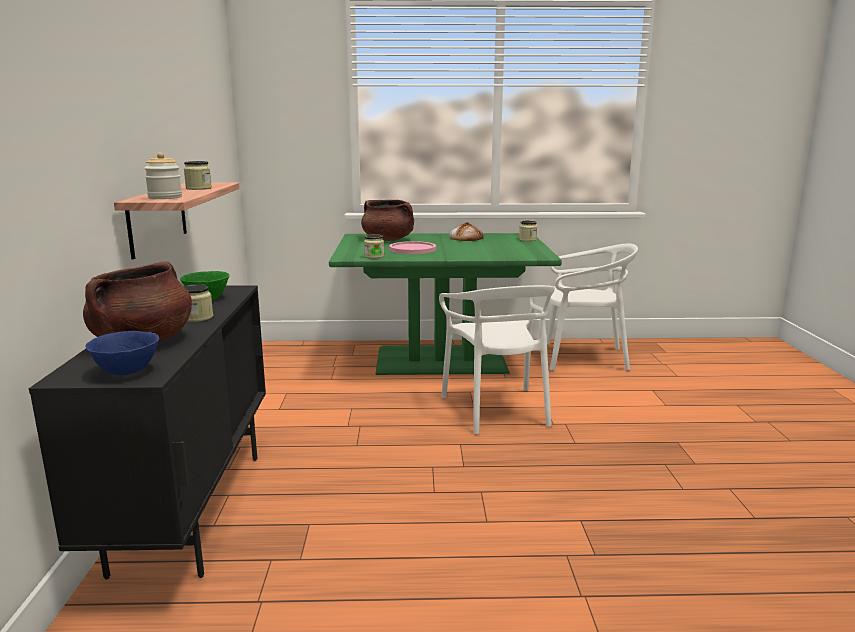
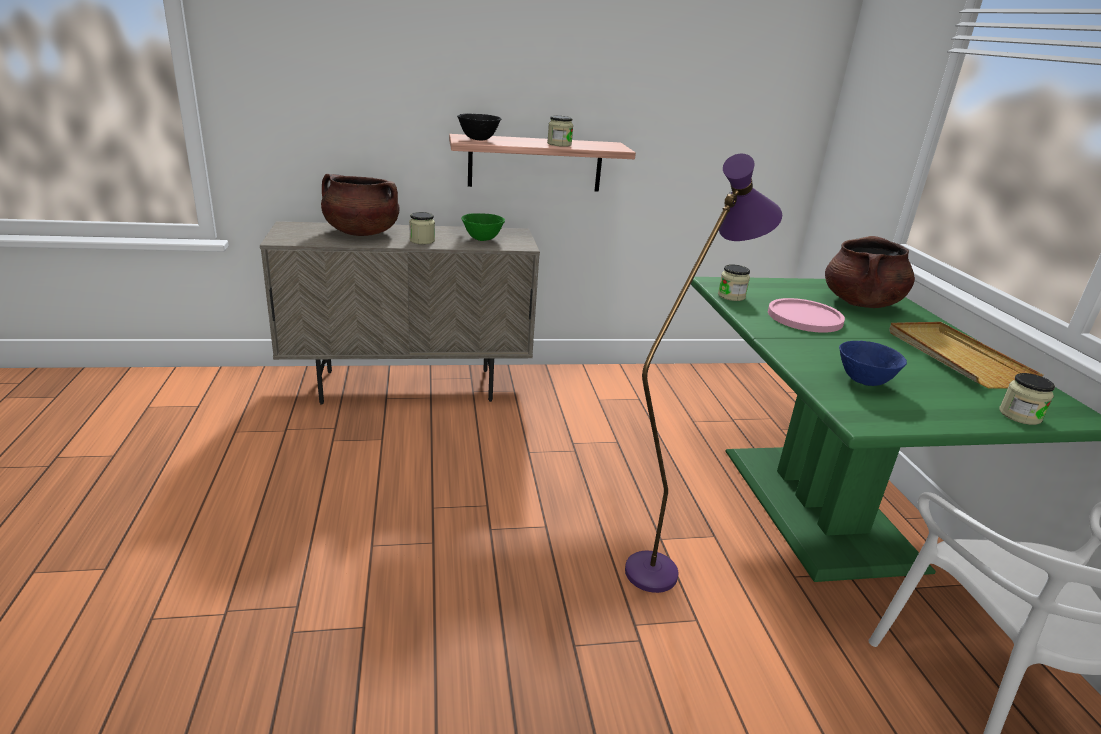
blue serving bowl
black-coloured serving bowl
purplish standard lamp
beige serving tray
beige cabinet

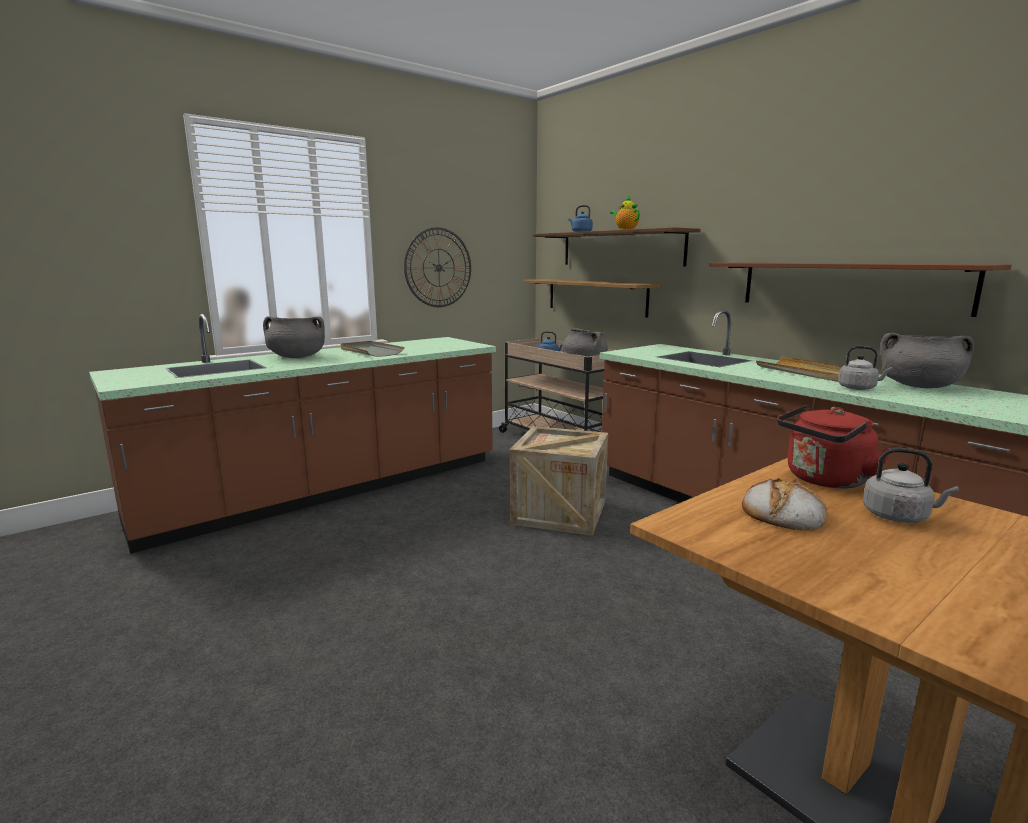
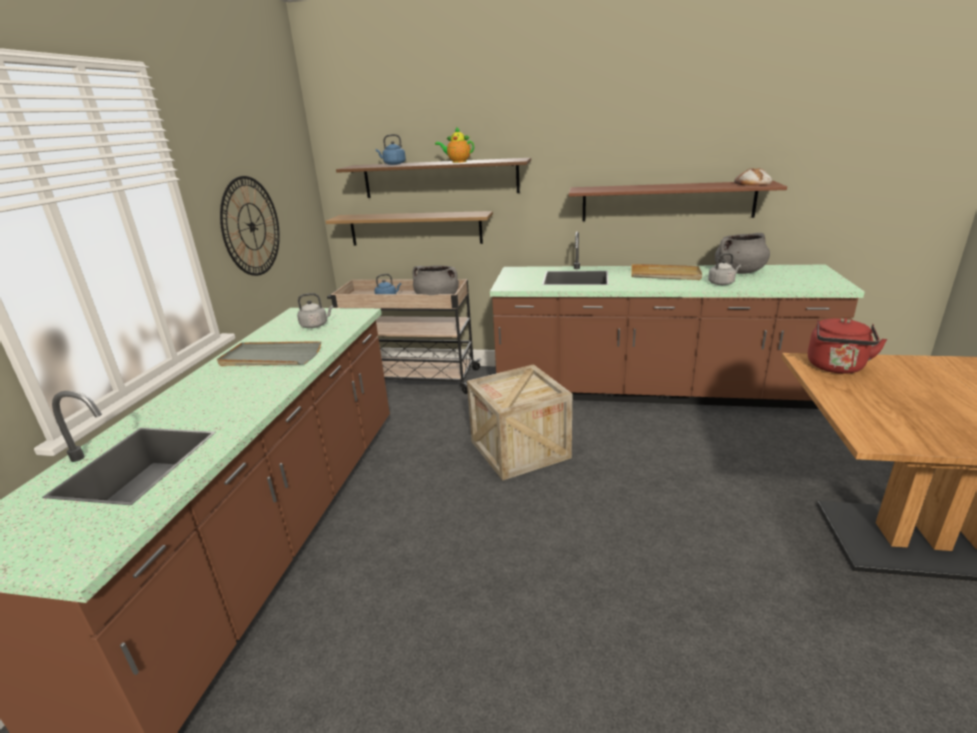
grey saucepot (no. 1 from left in the first image)
baked bread
grey water kettle (no. 1 from left)

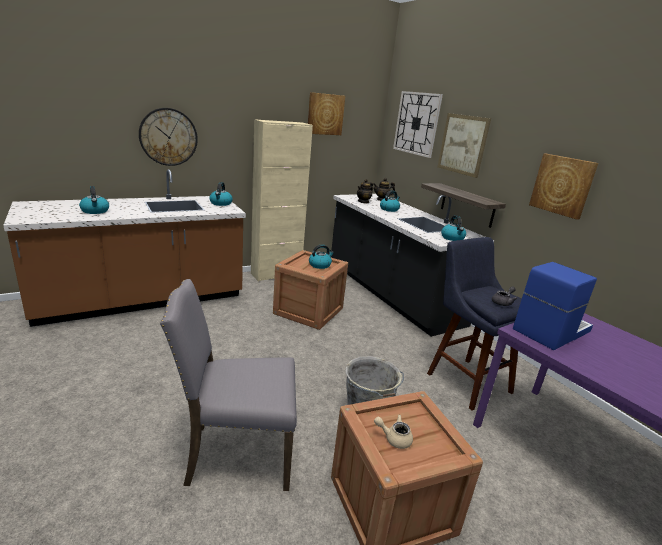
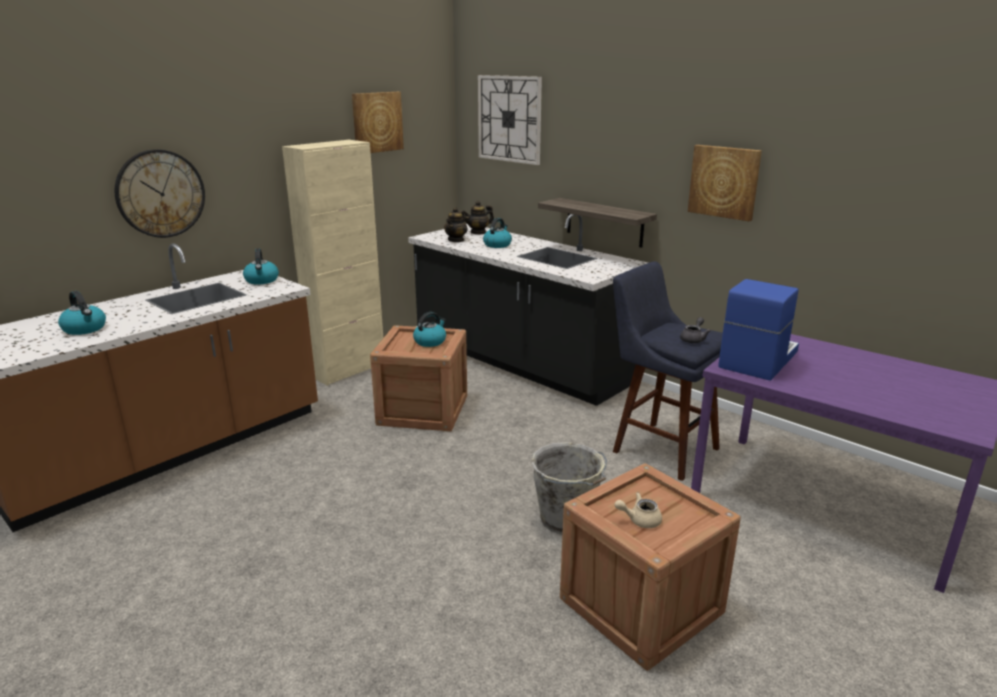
grey chair
picture (no. 2 from left in the first image)
water kettle (no. 5 from left in the first image)

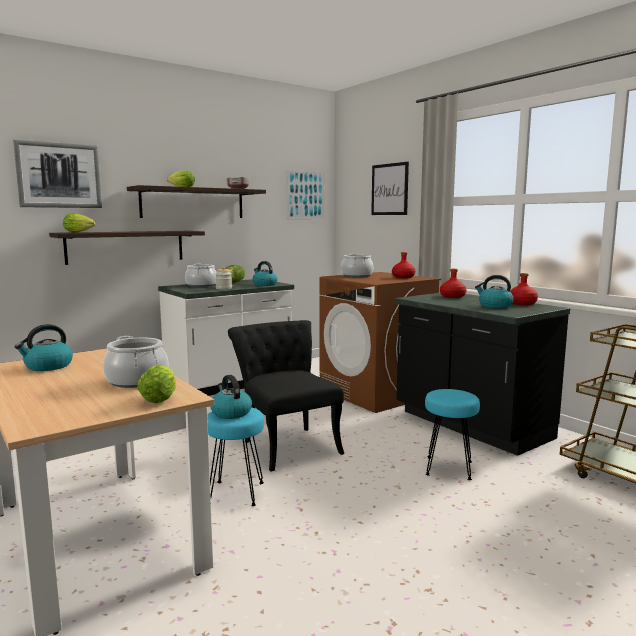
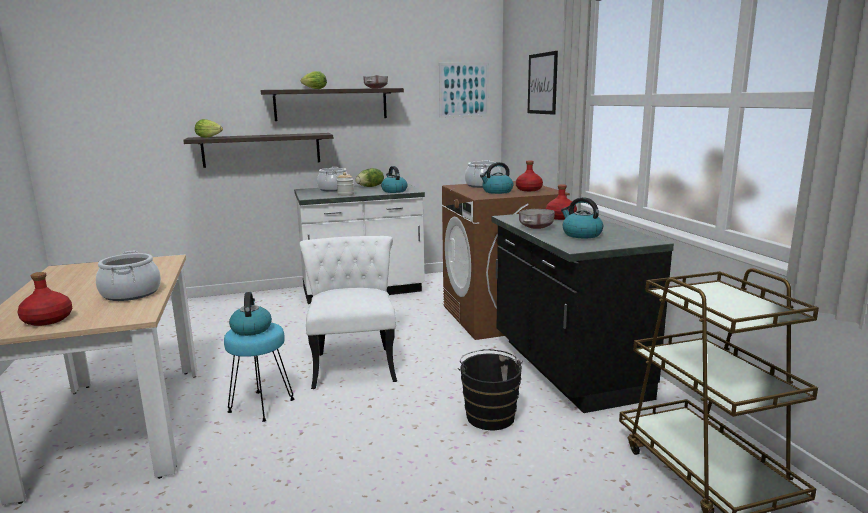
picture (no. 1 from left in the first image)
head of lettuce (no. 2 from left in the first image)
grey serving bowl (no. 2 from left)
water kettle (no. 3 from left)
reddish drink bottle (no. 1 from left)
black-coloured bucket
whitish chair

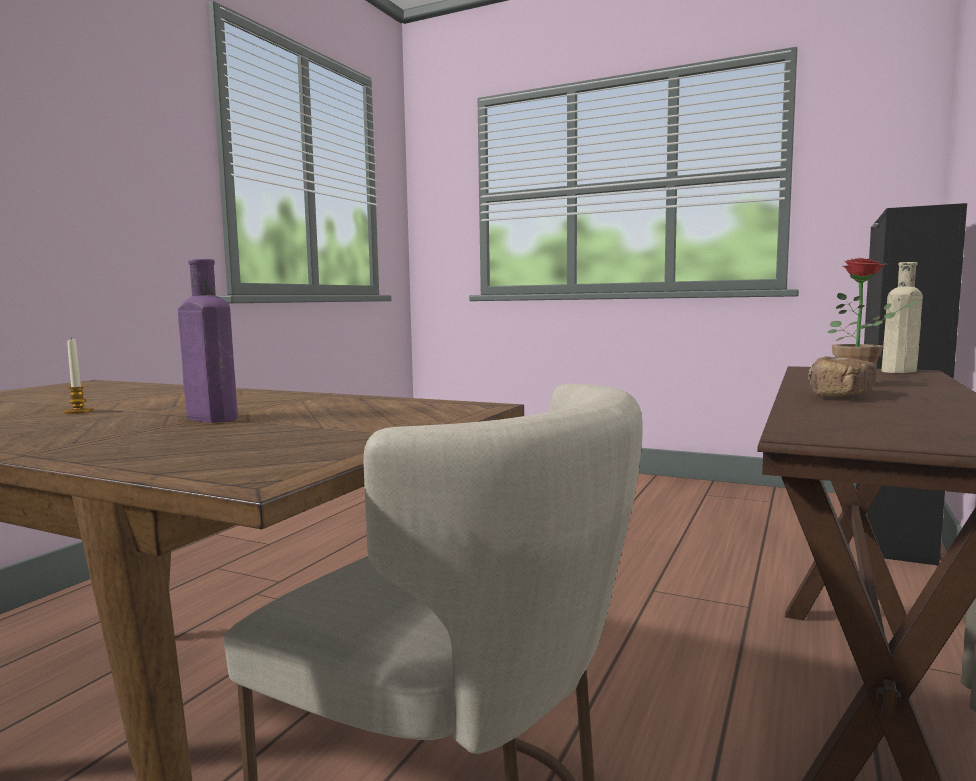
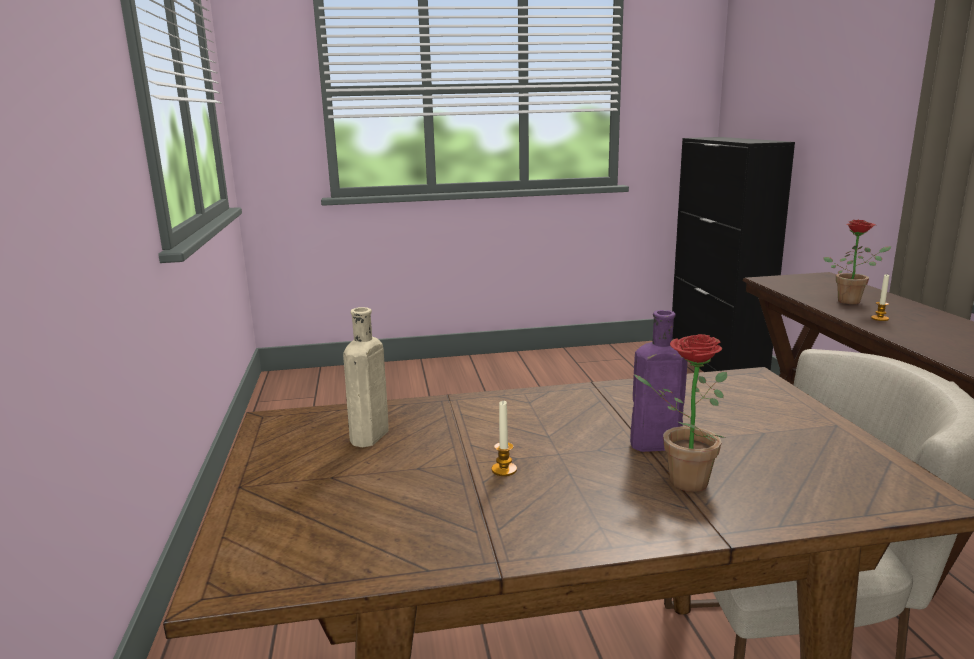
plant in a pot (no. 1 from left)
beige drink bottle
wax light (no. 2 from left)

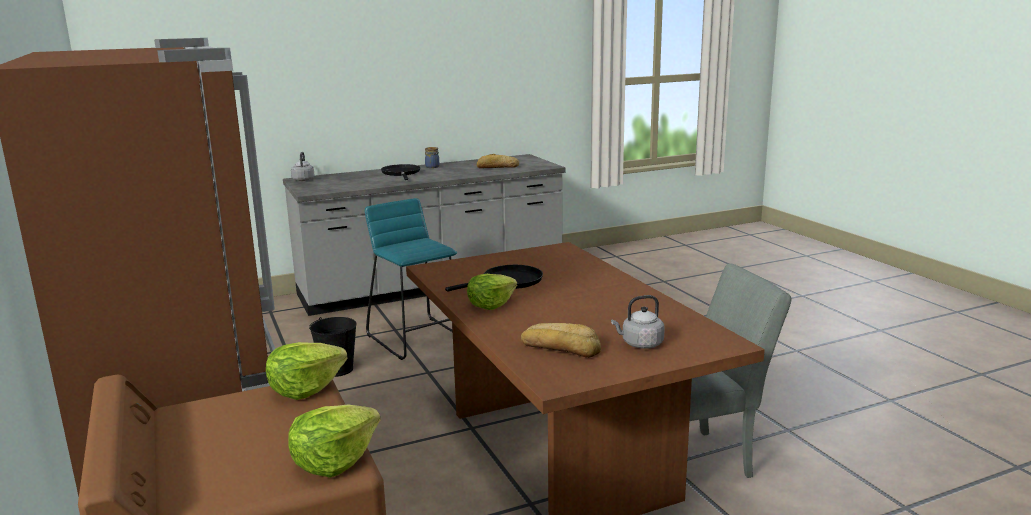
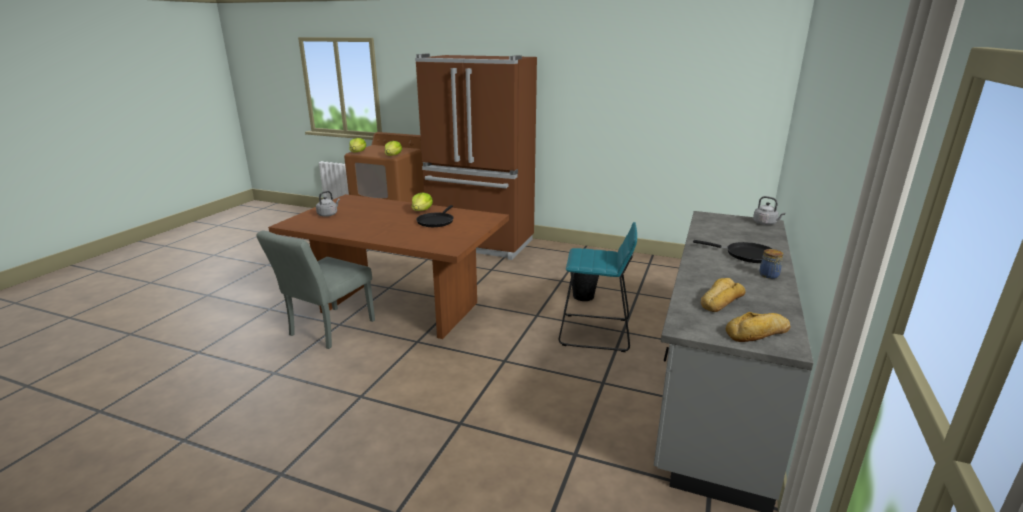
baked bread (no. 2 from left)

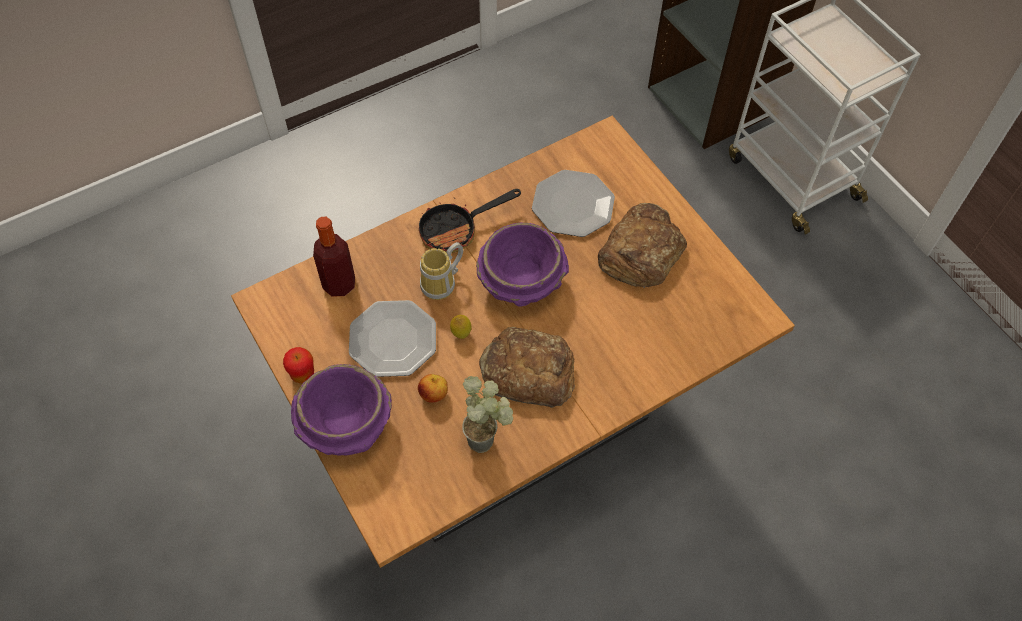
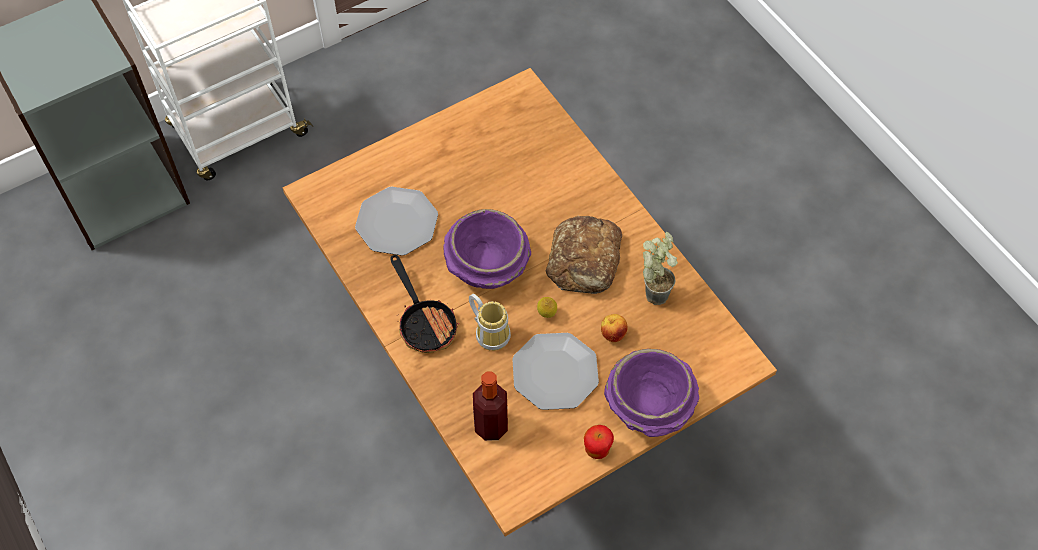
baked bread (no. 2 from left in the first image)

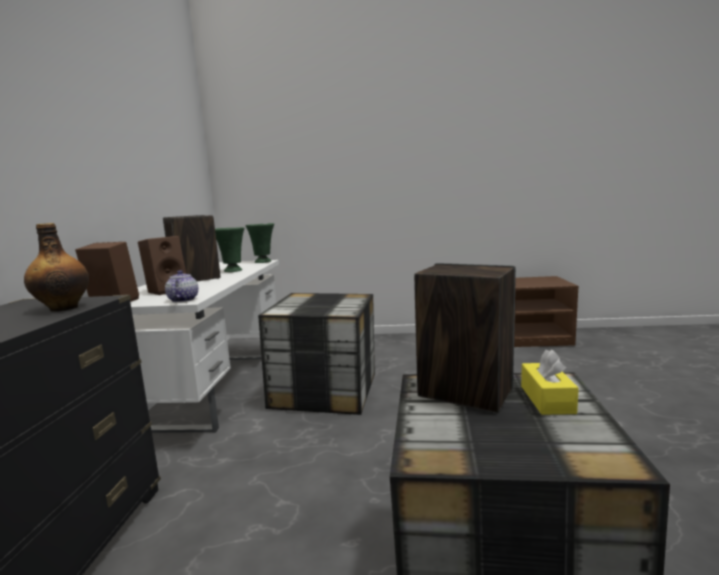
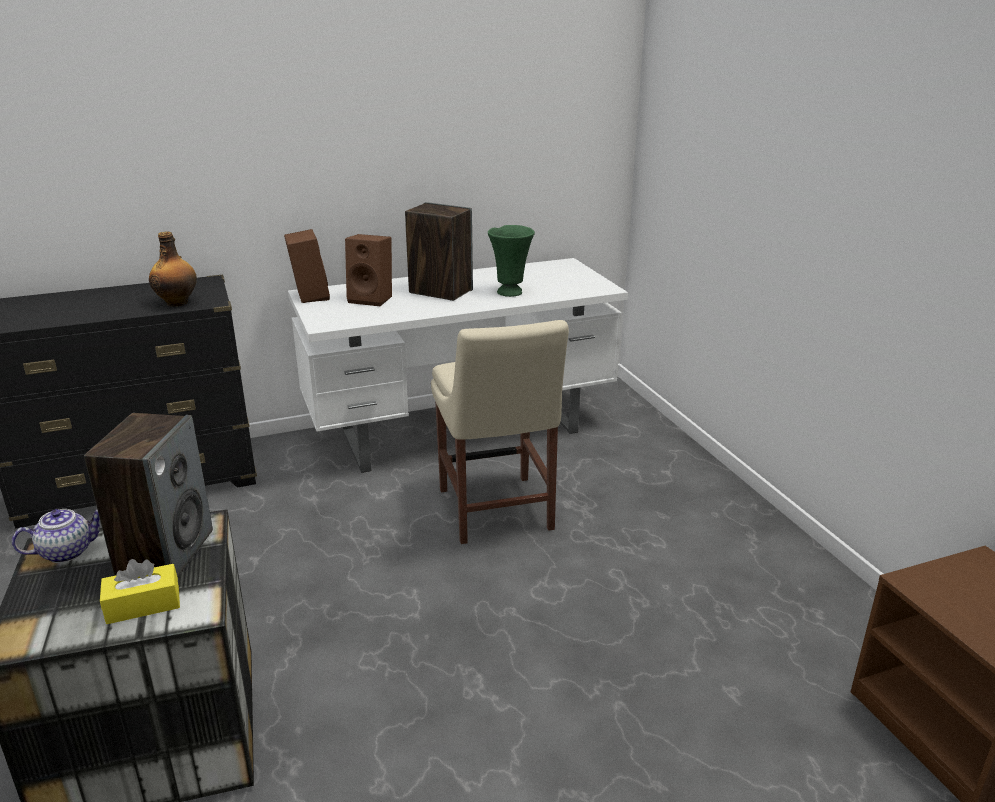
green-coloured decorative vase (no. 2 from left in the first image)
pot for tea
beige chair

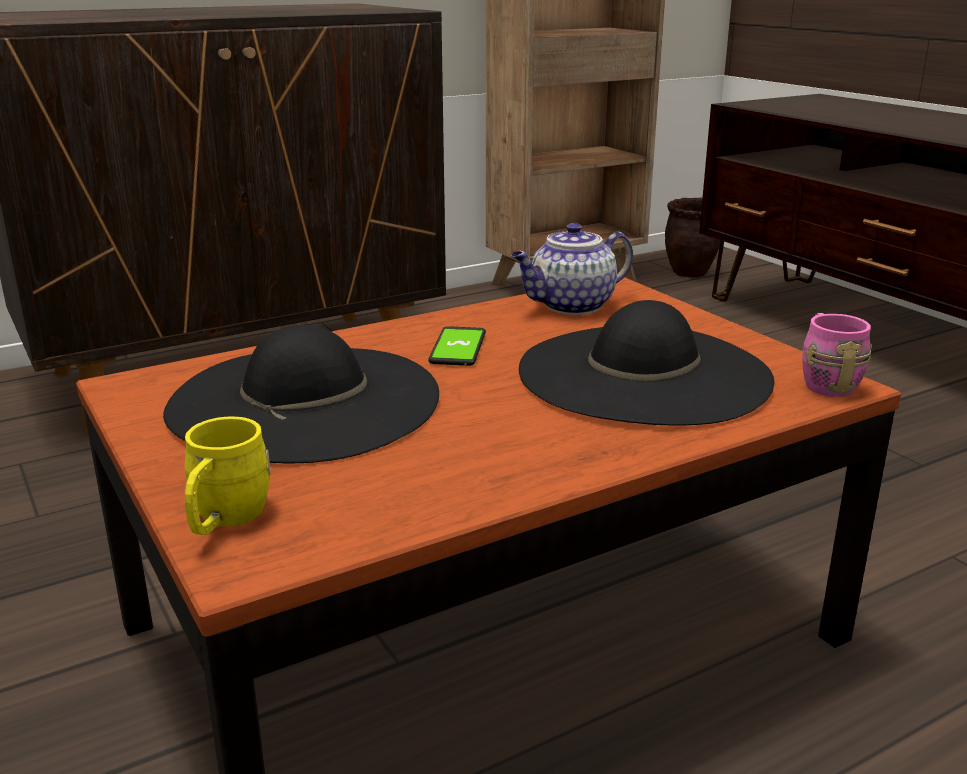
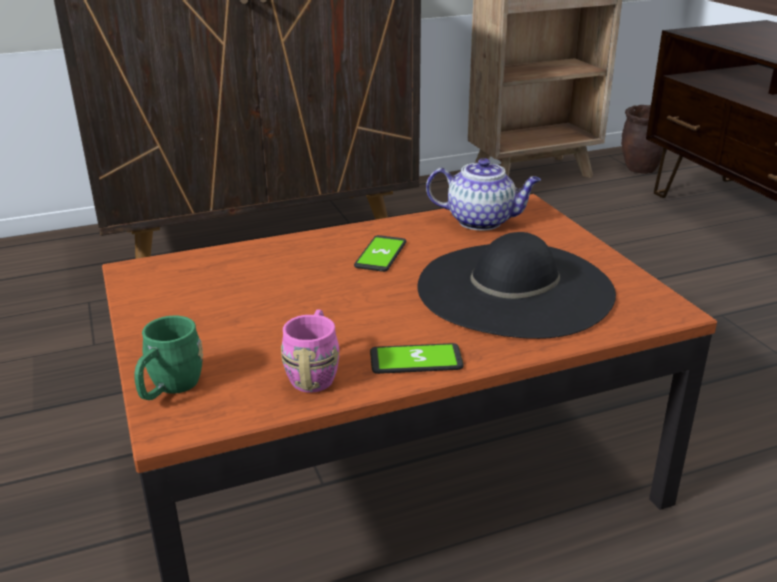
black-coloured hat (no. 1 from left in the first image)
handset (no. 2 from left)
pink tea mug
green-coloured tea mug
pot for tea

